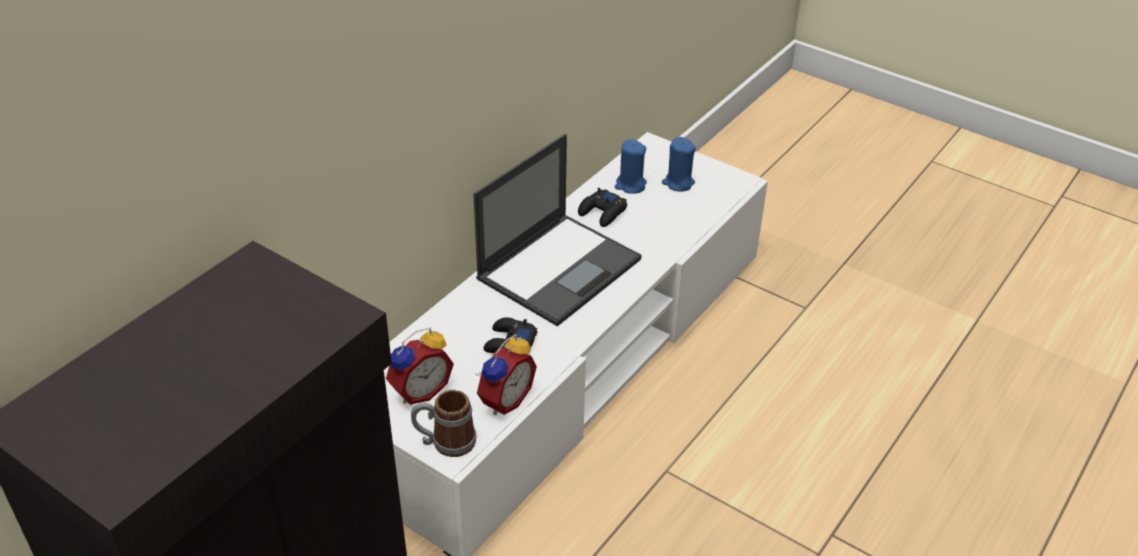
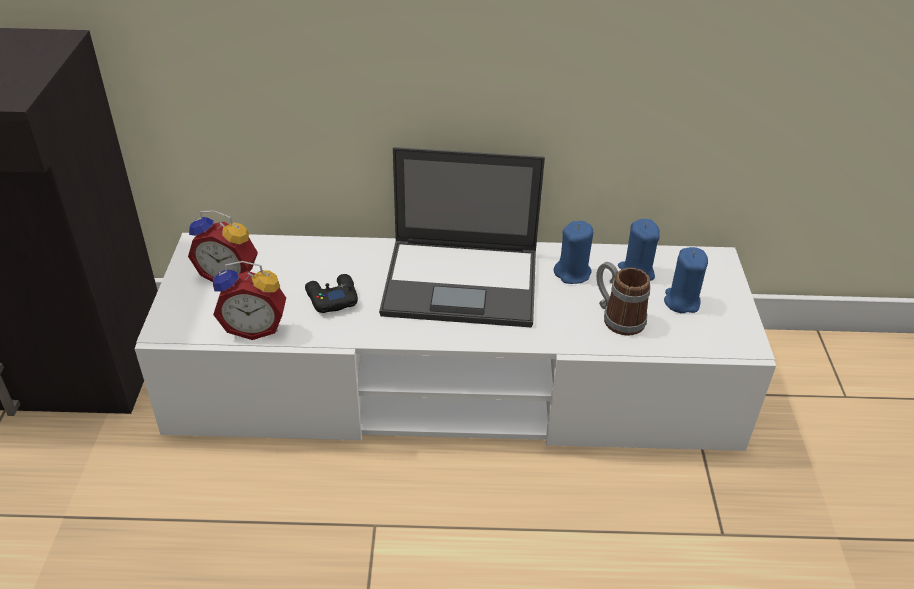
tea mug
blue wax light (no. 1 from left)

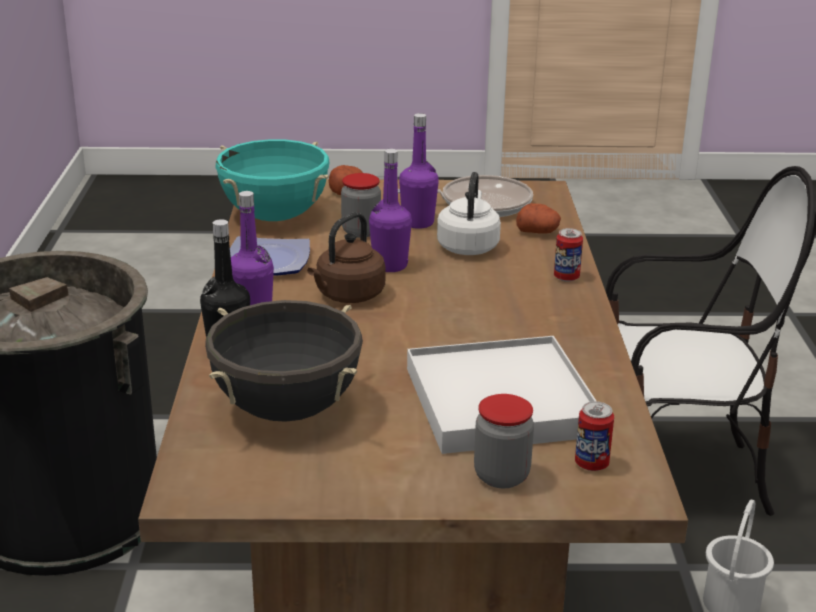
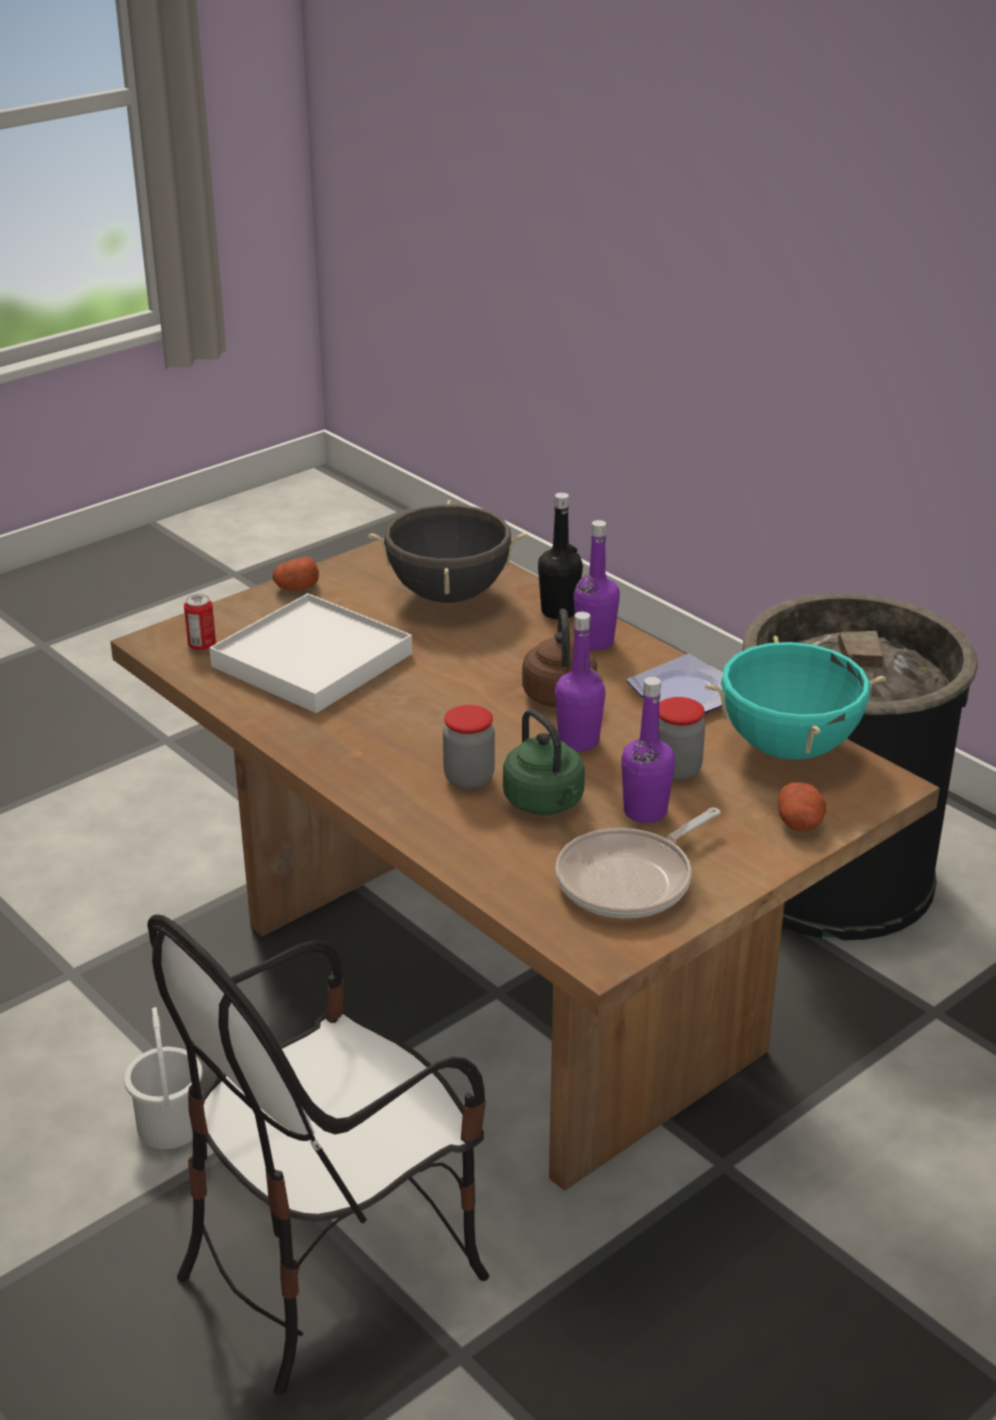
sealed can (no. 1 from left in the first image)
storage jar (no. 1 from left)
potato (no. 1 from left)
green-coloured water kettle

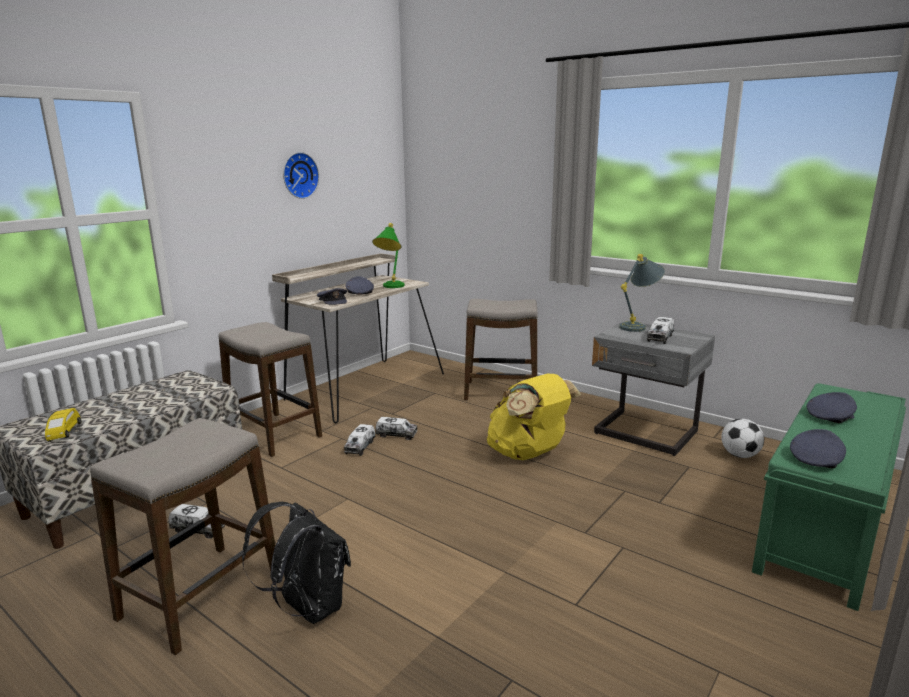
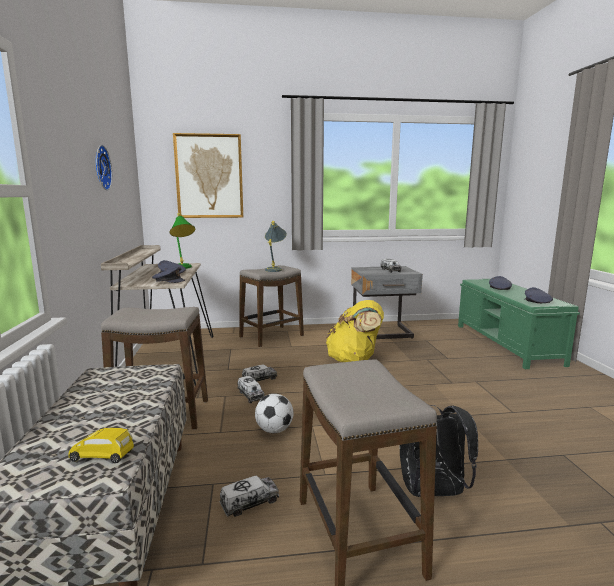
picture
grey table lamp
football
yellow-coloured toy car

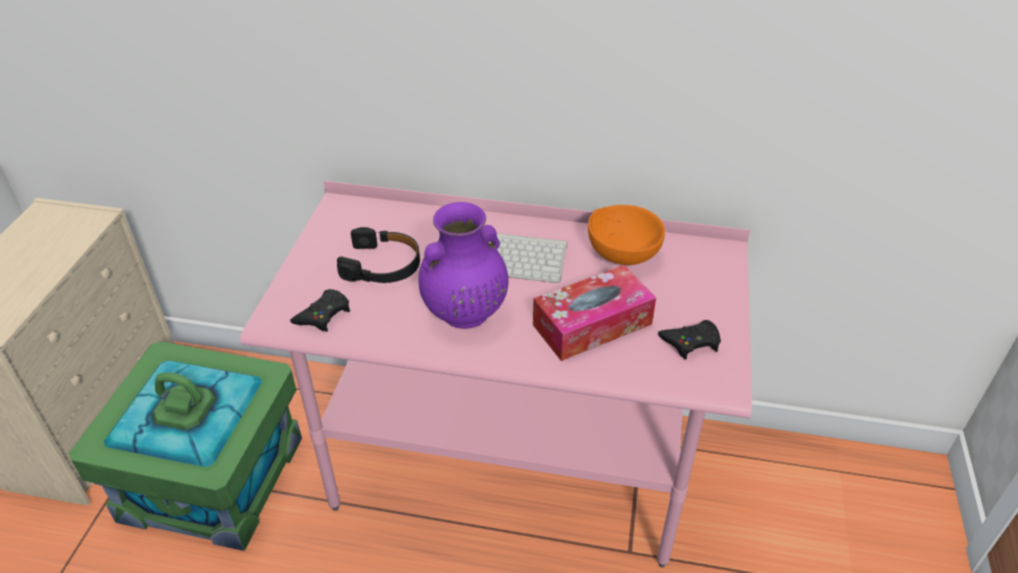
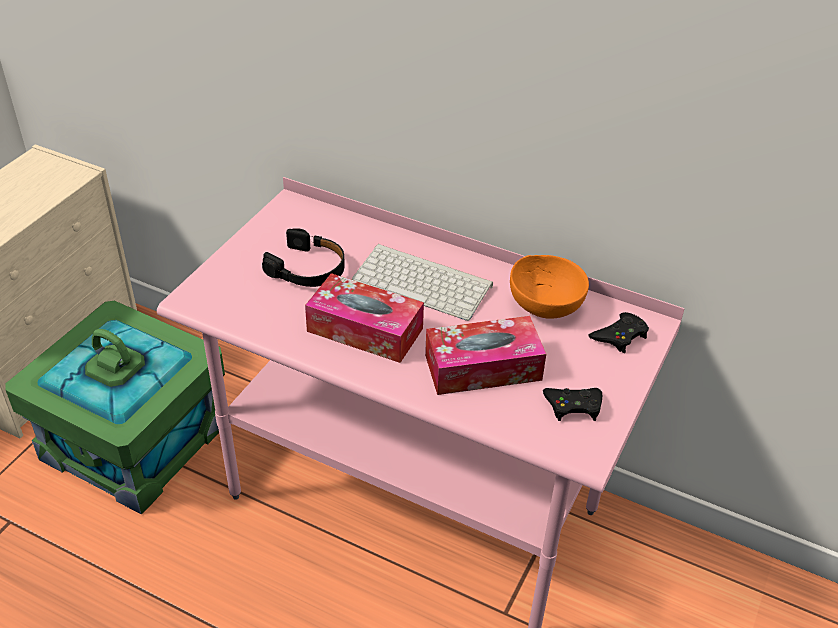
black-coloured game controller (no. 2 from left)
tissue holder (no. 1 from left)

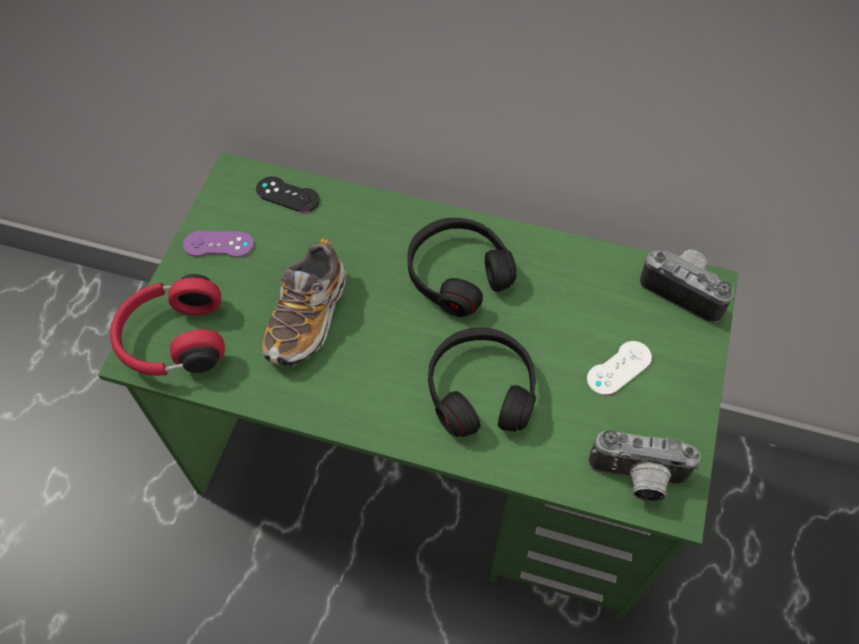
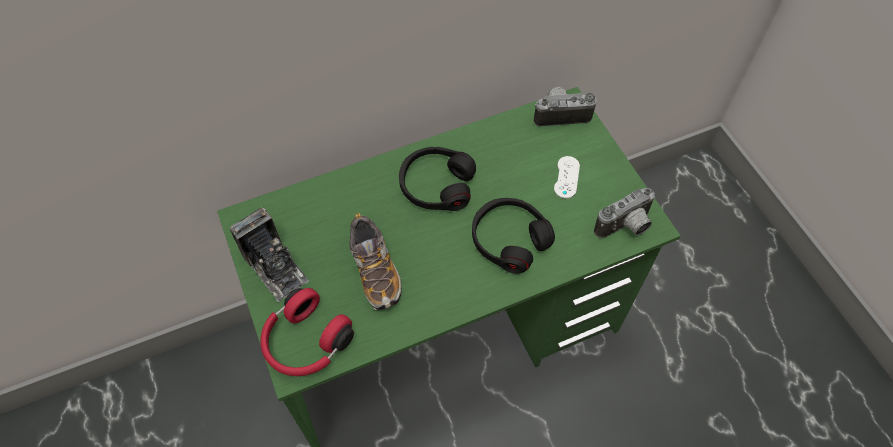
black-coloured game controller
photo camera (no. 1 from left)

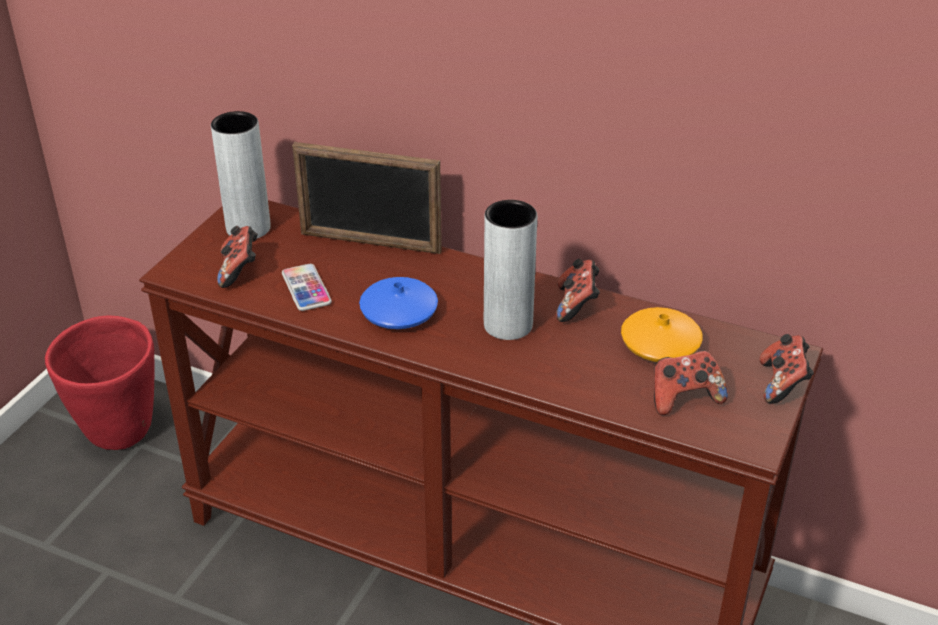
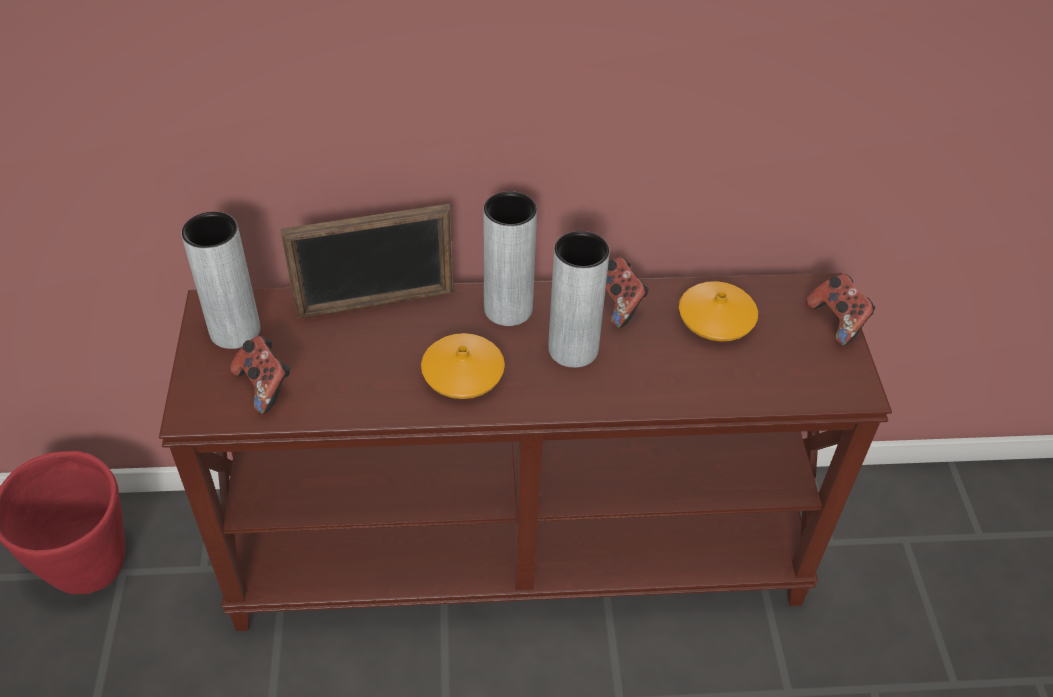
handset
game controller (no. 3 from left in the first image)
grey decorative vase (no. 2 from left)
orange-coloured decorative vase (no. 1 from left)

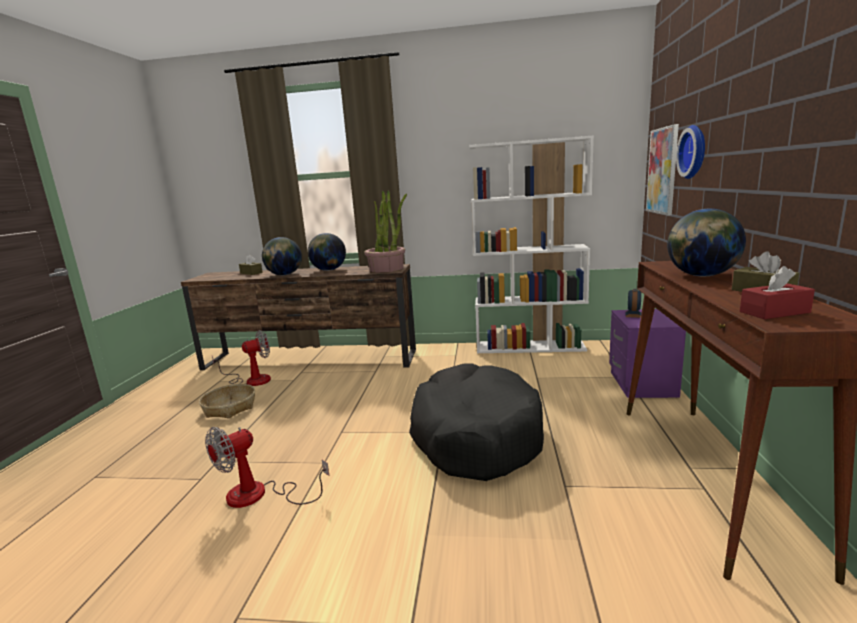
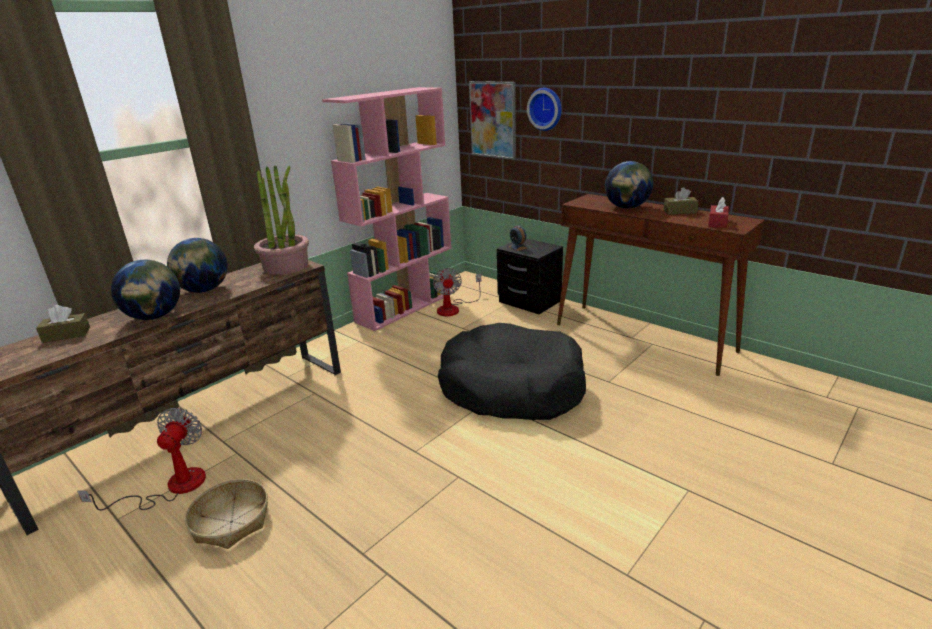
electric fan (no. 2 from left)
pink bookcase
black-coloured bedside table

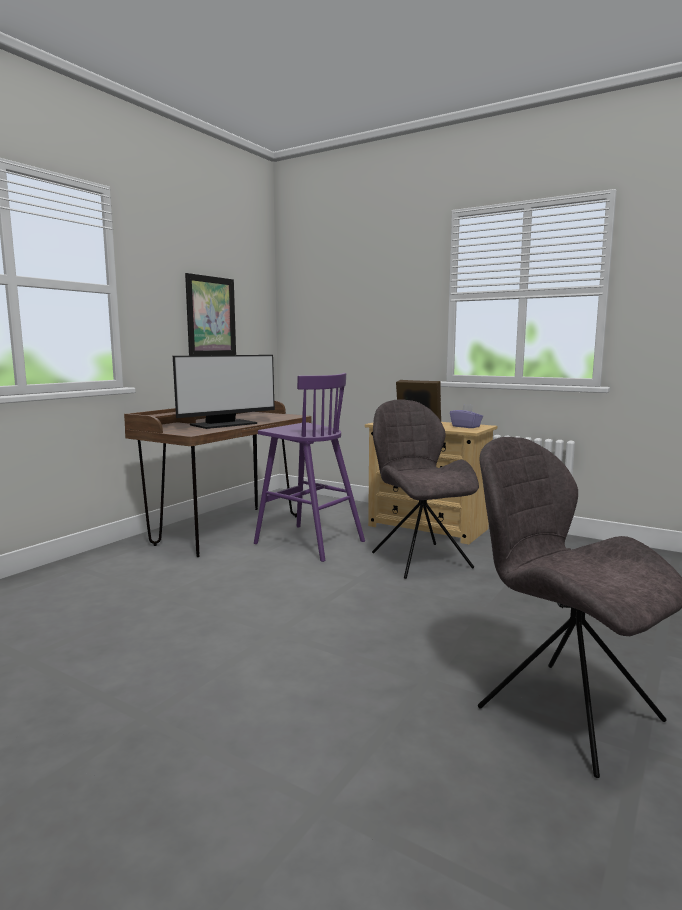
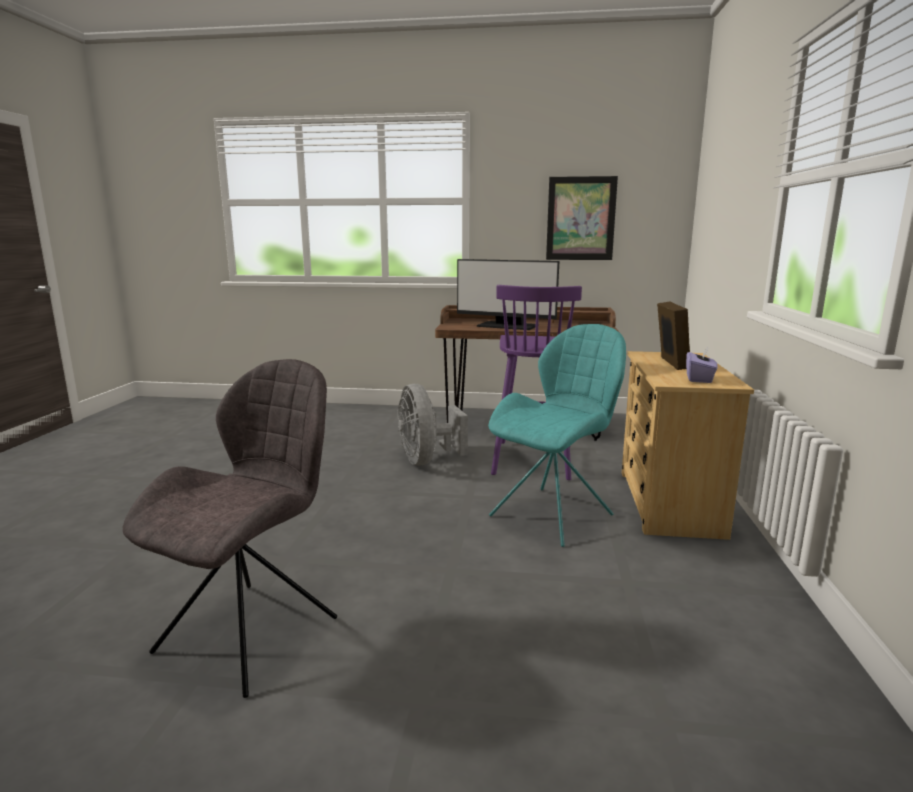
grey electric fan
turquoise chair

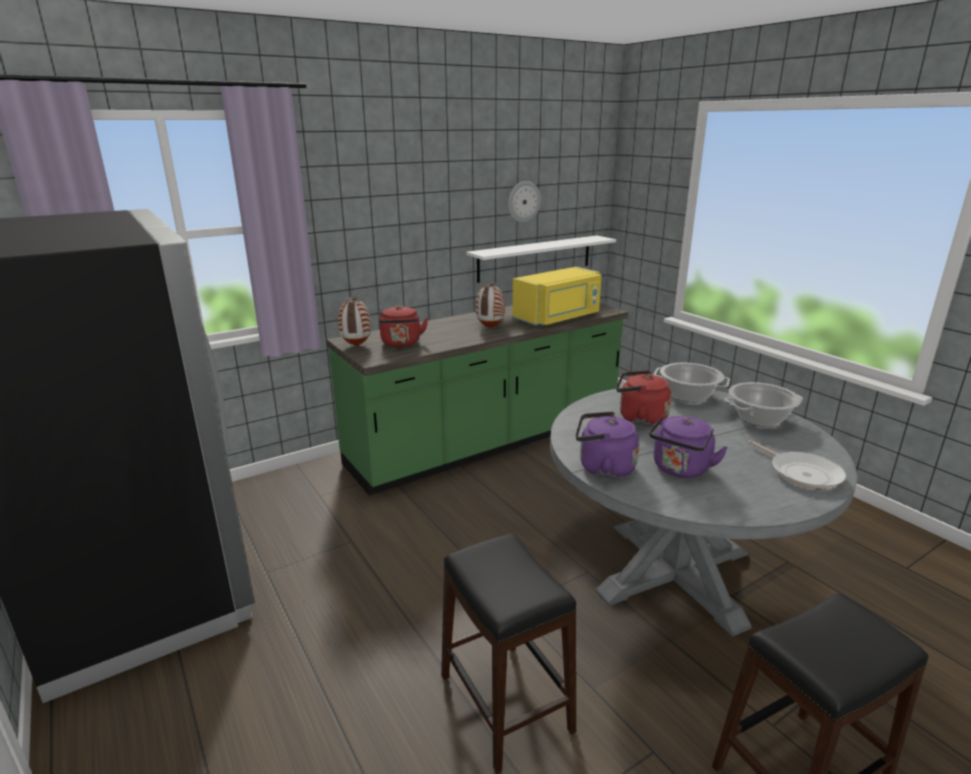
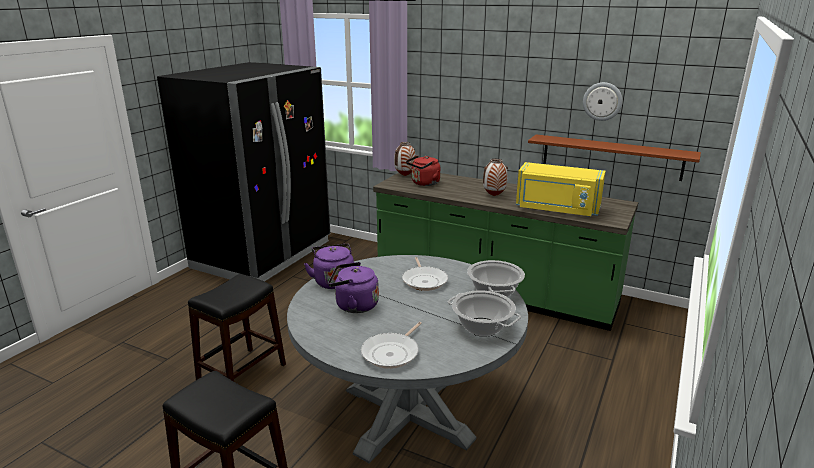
frying pan (no. 2 from left)
brown shelf

